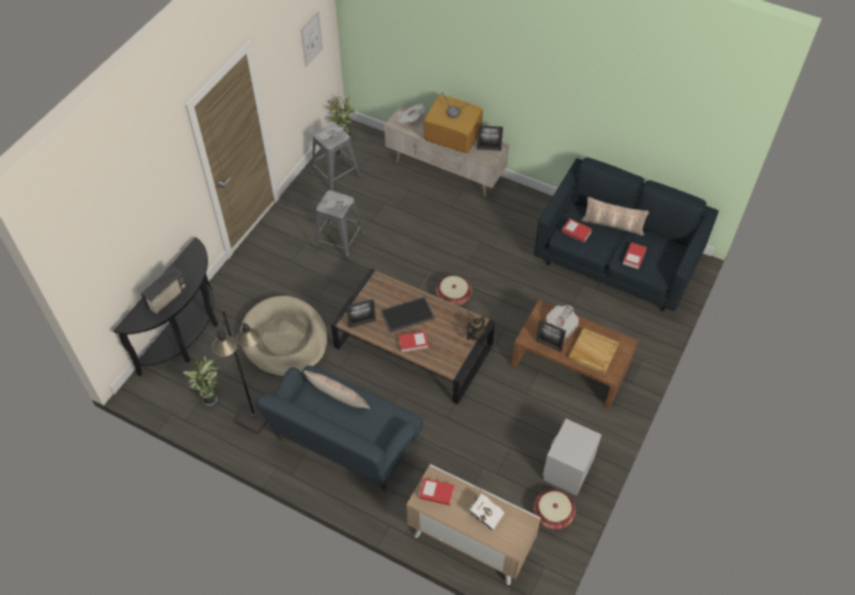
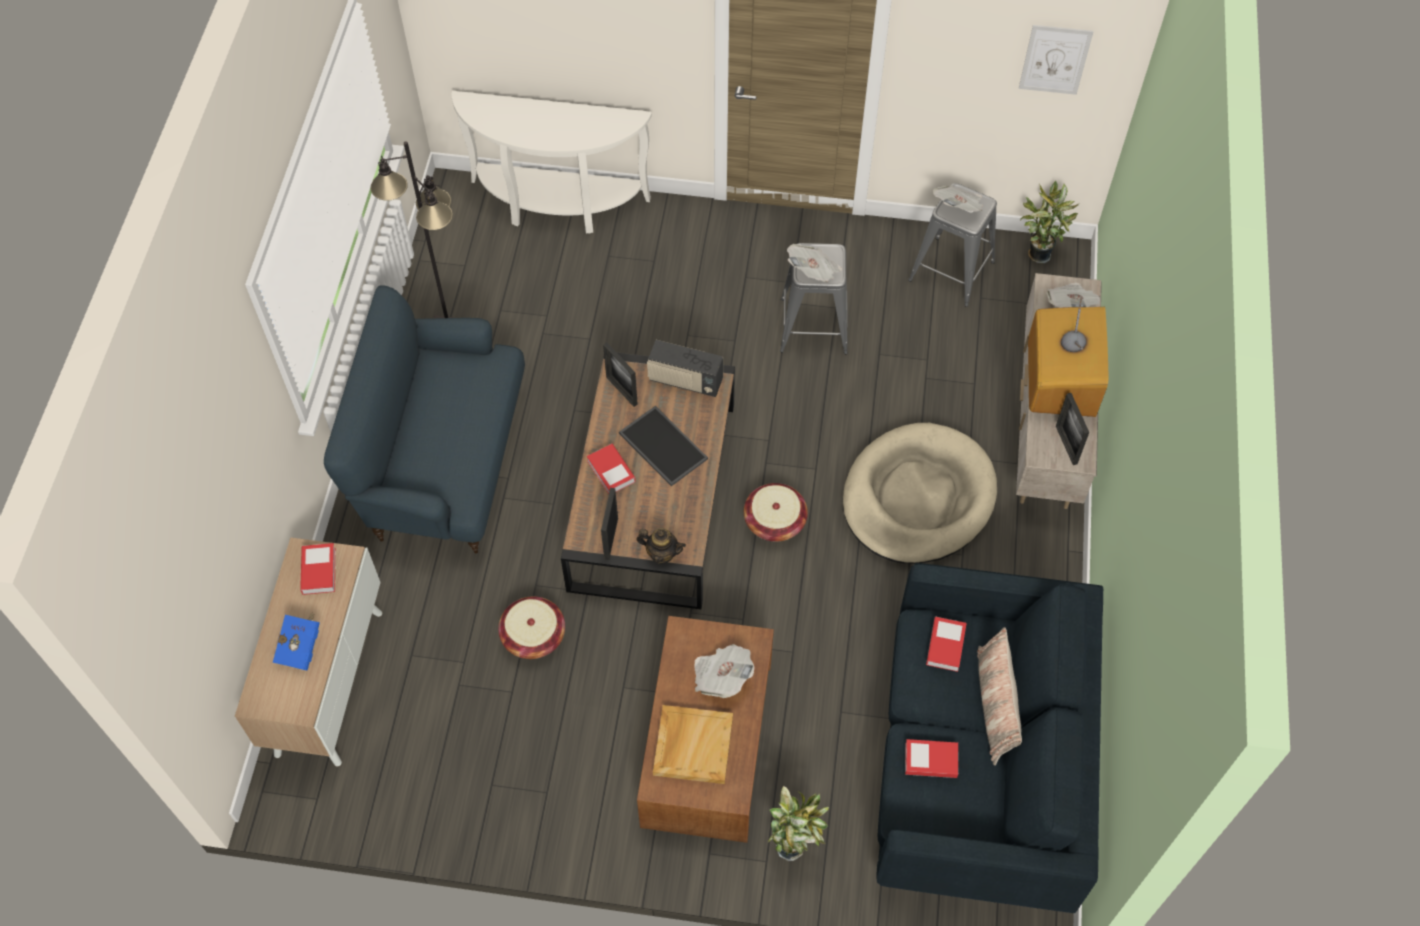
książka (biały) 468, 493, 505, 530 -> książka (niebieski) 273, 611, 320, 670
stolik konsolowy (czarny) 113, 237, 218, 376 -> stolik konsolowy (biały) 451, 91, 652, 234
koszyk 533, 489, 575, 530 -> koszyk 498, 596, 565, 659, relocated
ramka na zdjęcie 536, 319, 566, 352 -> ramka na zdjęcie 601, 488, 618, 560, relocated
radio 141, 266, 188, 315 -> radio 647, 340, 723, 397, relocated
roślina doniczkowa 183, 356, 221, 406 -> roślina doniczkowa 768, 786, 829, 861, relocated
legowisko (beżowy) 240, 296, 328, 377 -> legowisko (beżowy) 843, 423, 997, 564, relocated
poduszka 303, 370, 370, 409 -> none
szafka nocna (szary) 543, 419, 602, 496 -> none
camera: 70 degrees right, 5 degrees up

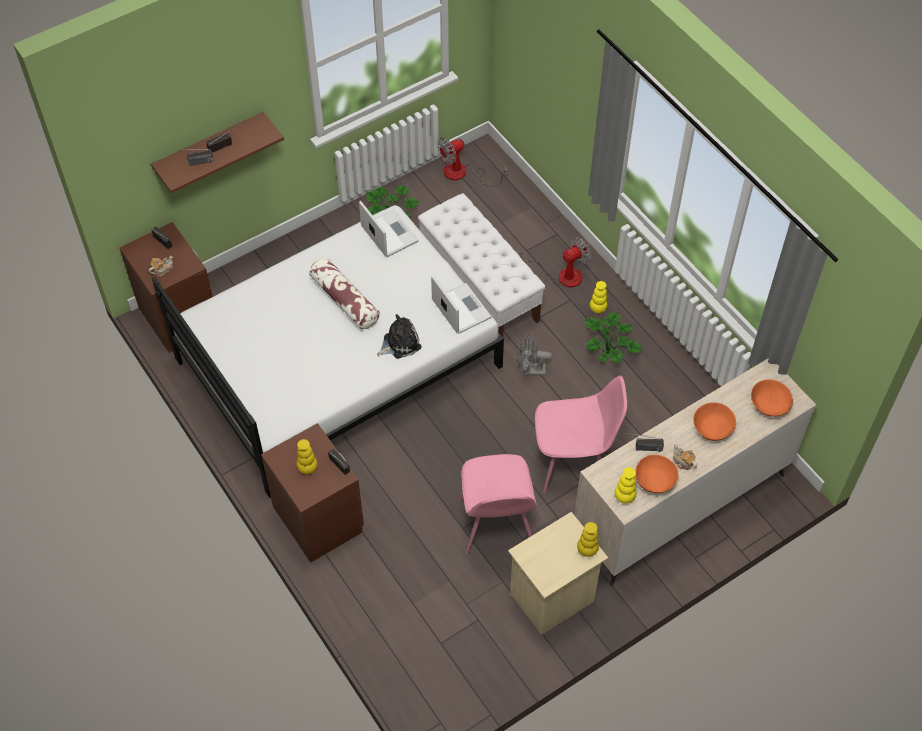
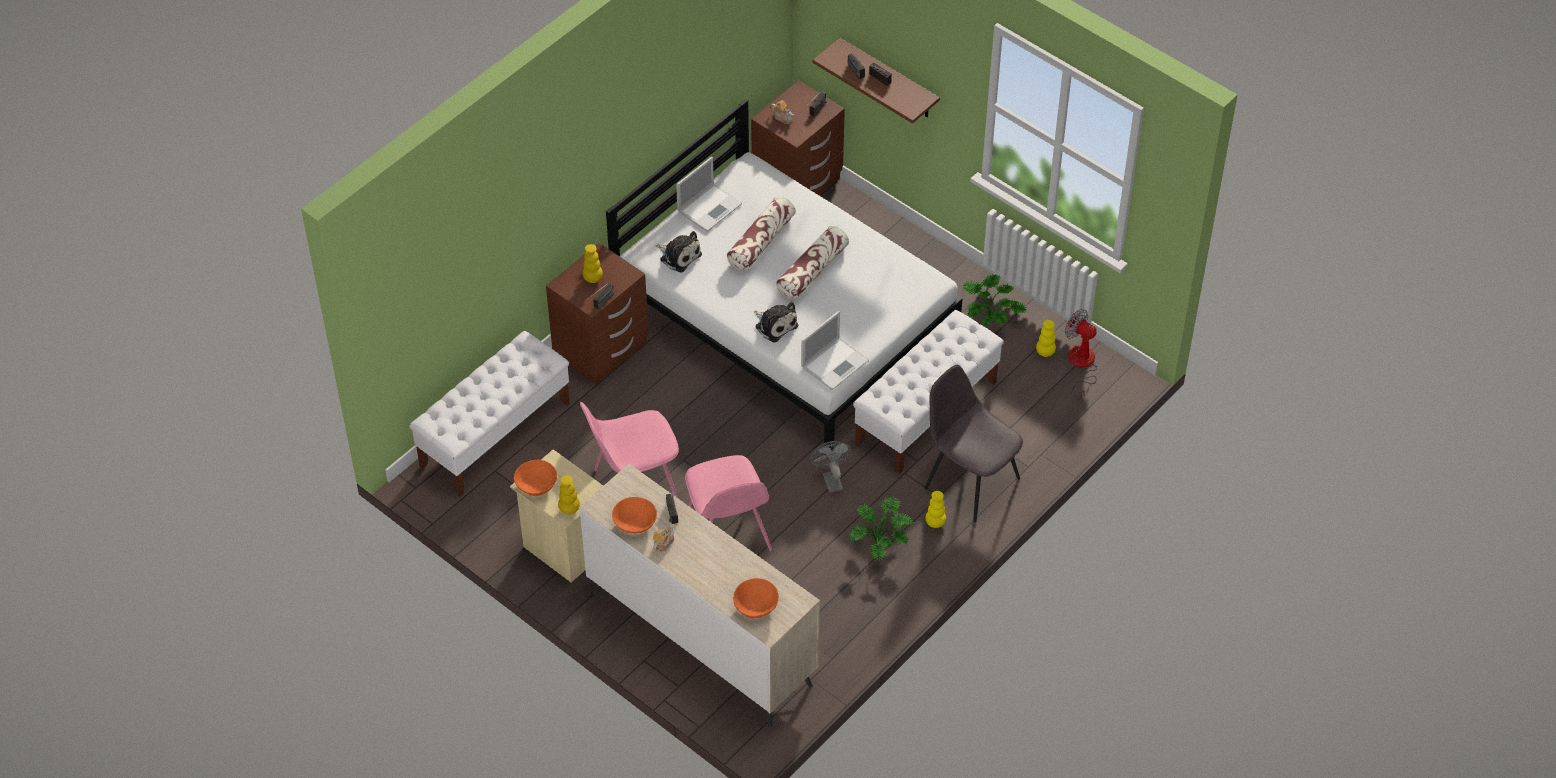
none -> ławka (biały) 409, 331, 570, 497
miska (pomarańczowy) 693, 402, 736, 441 -> miska (pomarańczowy) 514, 460, 557, 496, relocated
none -> pluszak 656, 231, 702, 273
laptop 359, 201, 419, 257 -> laptop 676, 157, 742, 232, relocated
none -> poduszka 727, 196, 796, 271
wentylator 516, 236, 592, 287 -> krzesło (szary) 925, 365, 1023, 522
wazon (żółty) 614, 467, 636, 503 -> wazon (żółty) 1036, 320, 1056, 357, relocated
camera: 75 degrees right, 5 degrees down

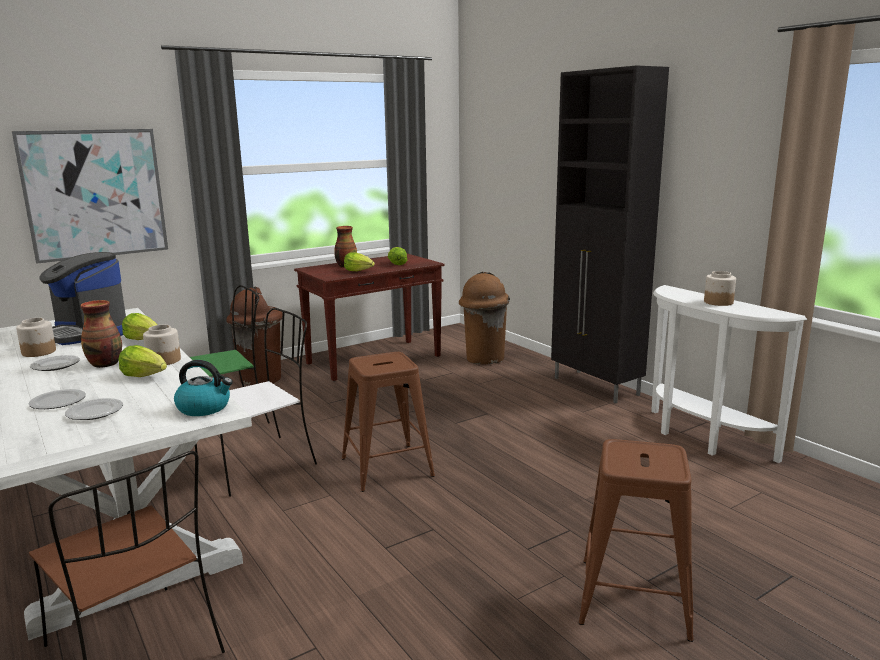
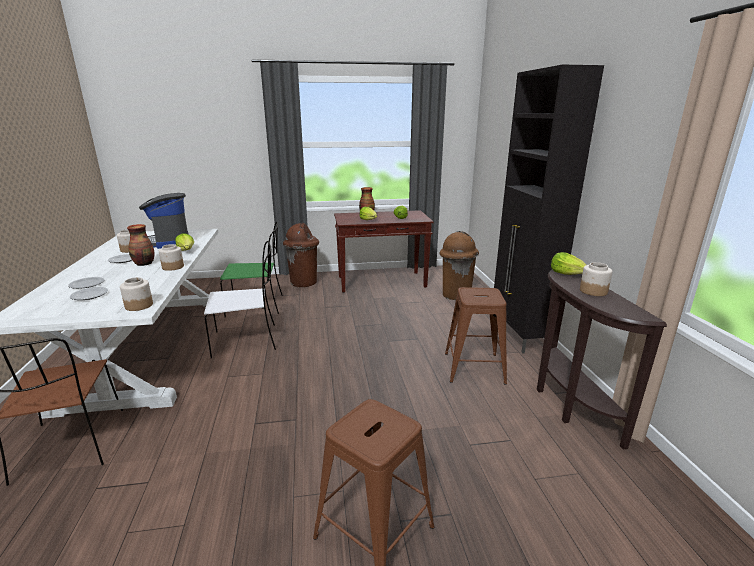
czajnik 174, 360, 233, 416 -> słoik 120, 277, 153, 311
stołek (brązowy) 342, 352, 435, 492 -> stołek (brązowy) 445, 287, 507, 385, relocated
stolik konsolowy (biały) 651, 285, 807, 463 -> stolik konsolowy (brązowy) 537, 270, 667, 450
sałata 119, 345, 167, 377 -> sałata 551, 252, 586, 275, relocated
obraz 12, 129, 168, 263 -> none
camera: 25 degrees right, 5 degrees up

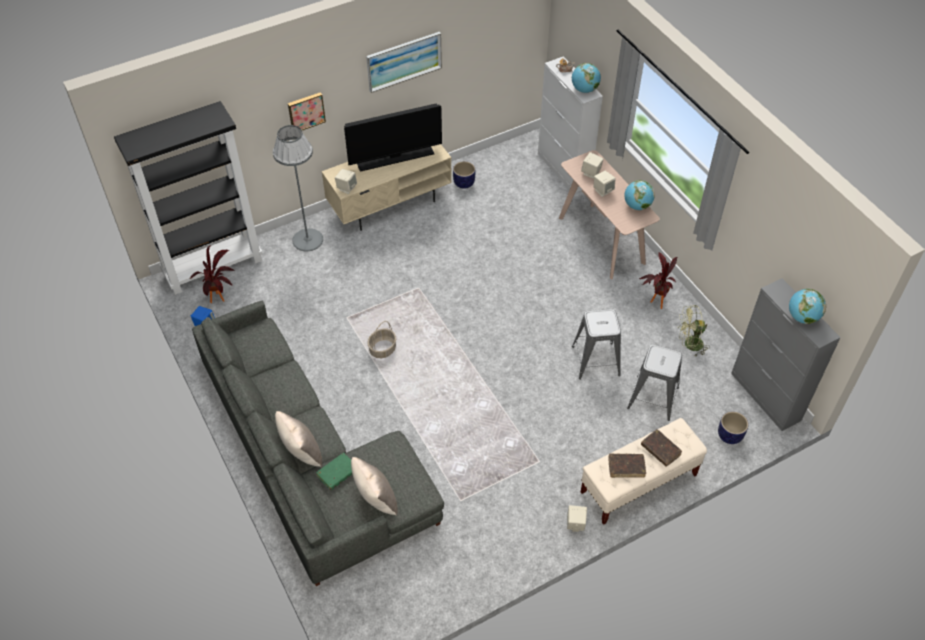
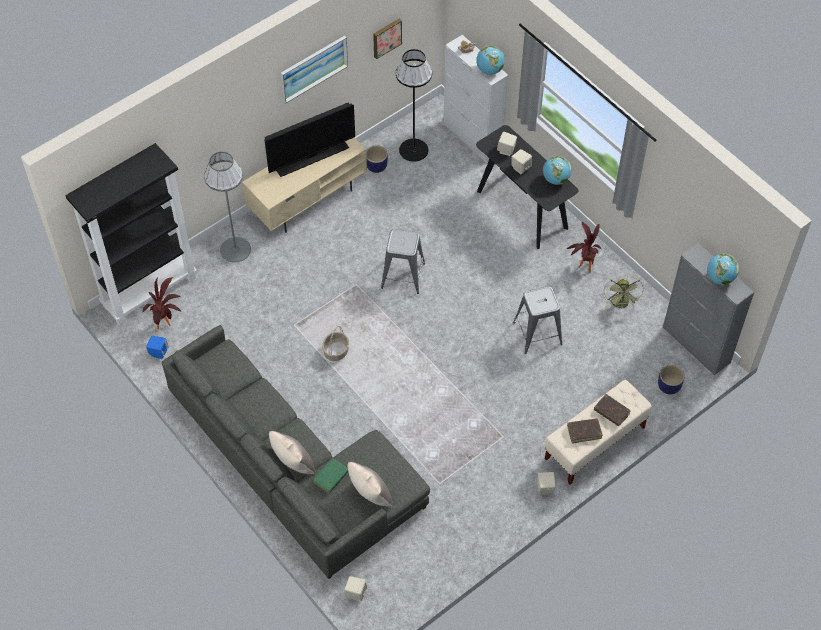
głośnik (beżowy) 335, 169, 357, 194 -> głośnik (beżowy) 344, 576, 367, 601, relocated
obraz 288, 92, 326, 131 -> obraz 373, 19, 402, 59, relocated
stołek (szary) 627, 345, 682, 421 -> stołek (szary) 381, 229, 425, 294, relocated
none -> lampa stojąca (czarny) 396, 49, 432, 162
stolik konsolowy (beżowy) 559, 150, 660, 279 -> stolik konsolowy (czarny) 476, 125, 578, 249
wentylator (zielony) 678, 305, 710, 356 -> wentylator (zielony) 604, 276, 644, 309, 75 degrees counterclockwise
camera: 10 degrees left, 5 degrees up

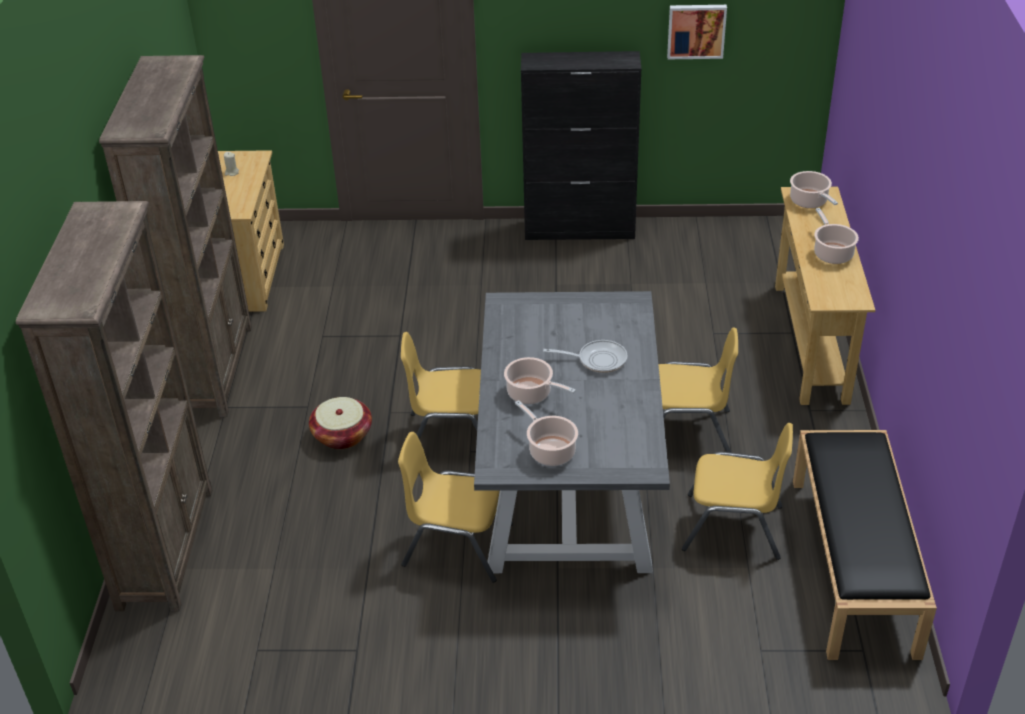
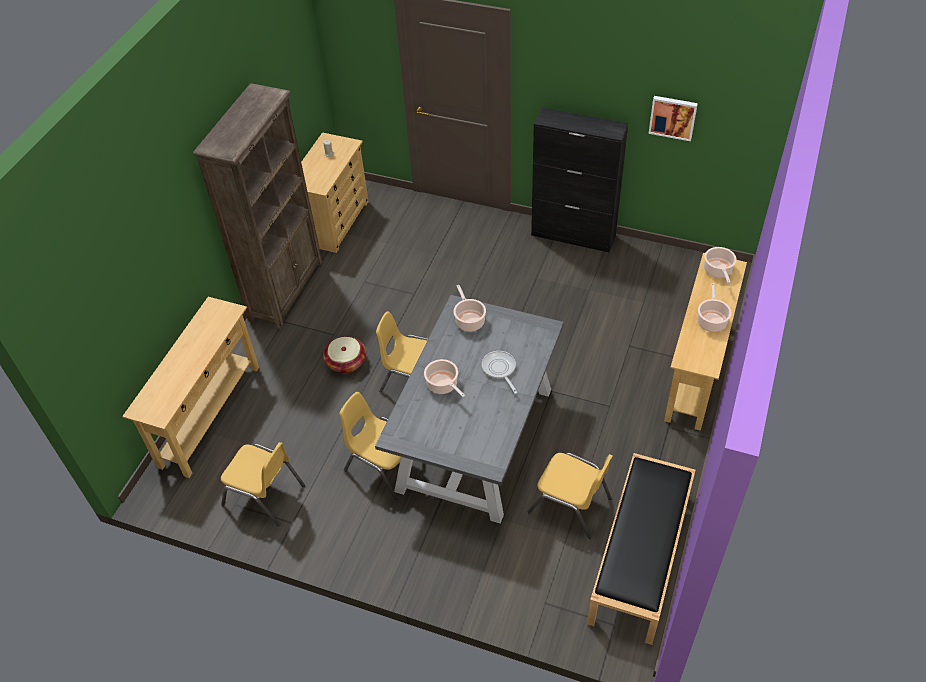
regał (brązowy) 16, 201, 212, 611 -> stolik konsolowy (beżowy) 122, 297, 259, 478
krzesło (żółty) 658, 328, 738, 453 -> krzesło (żółty) 221, 442, 305, 526, relocated
garnek 515, 400, 578, 466 -> garnek 454, 285, 486, 332, relocated
patelnia 543, 340, 628, 373 -> patelnia 482, 351, 517, 394, 135 degrees counterclockwise
camera: 20 degrees right, 10 degrees up

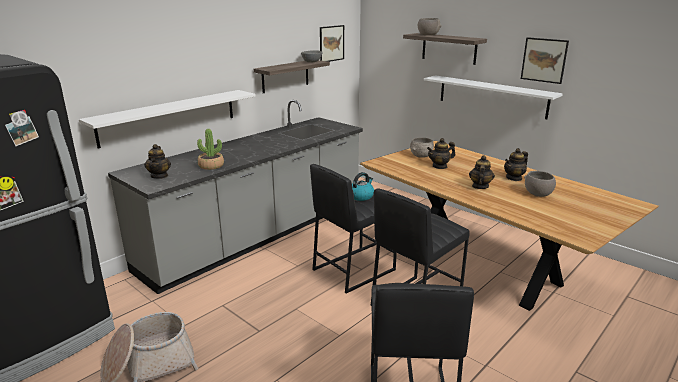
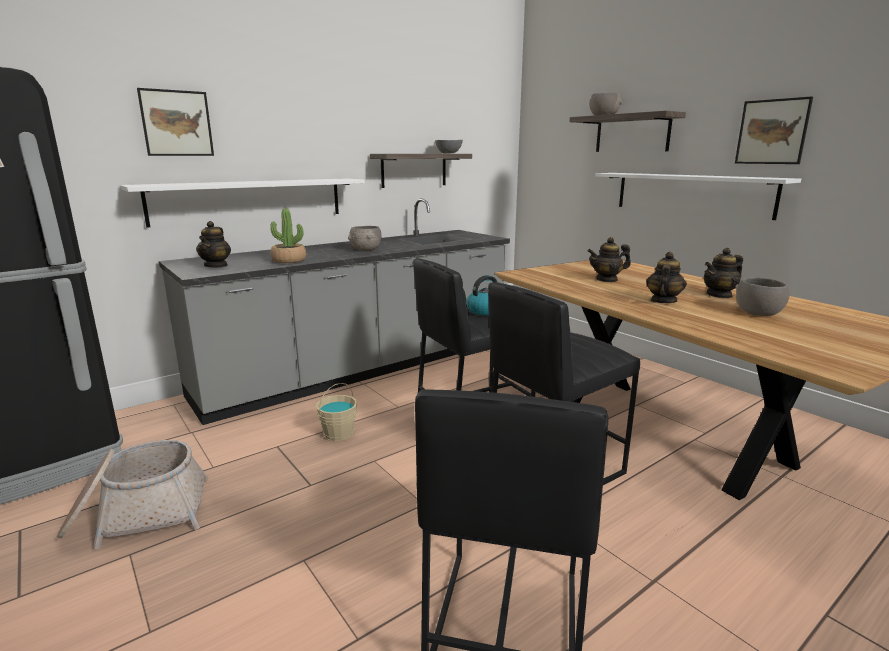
obraz 320, 25, 344, 62 -> obraz 137, 88, 214, 156, relocated
none -> wiadro (beżowy) 316, 383, 358, 441
miska (szary) 410, 137, 434, 158 -> miska (szary) 348, 226, 382, 251, relocated
camera: 10 degrees right, 5 degrees down

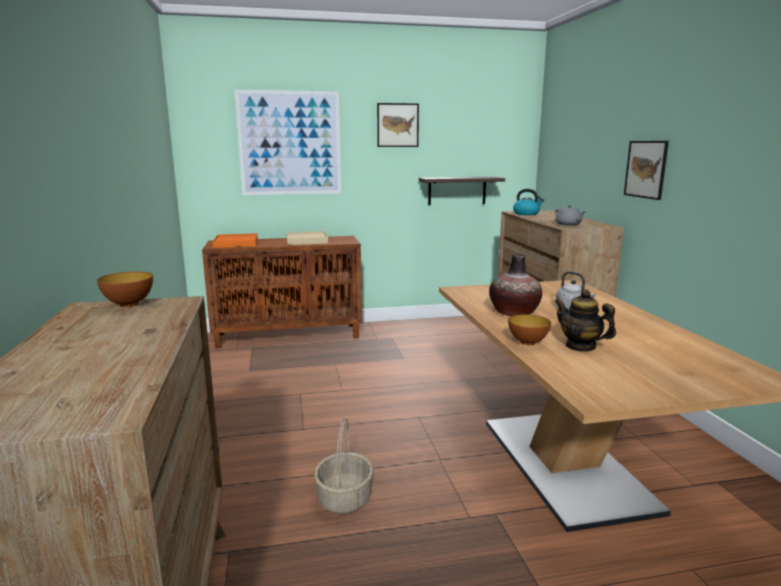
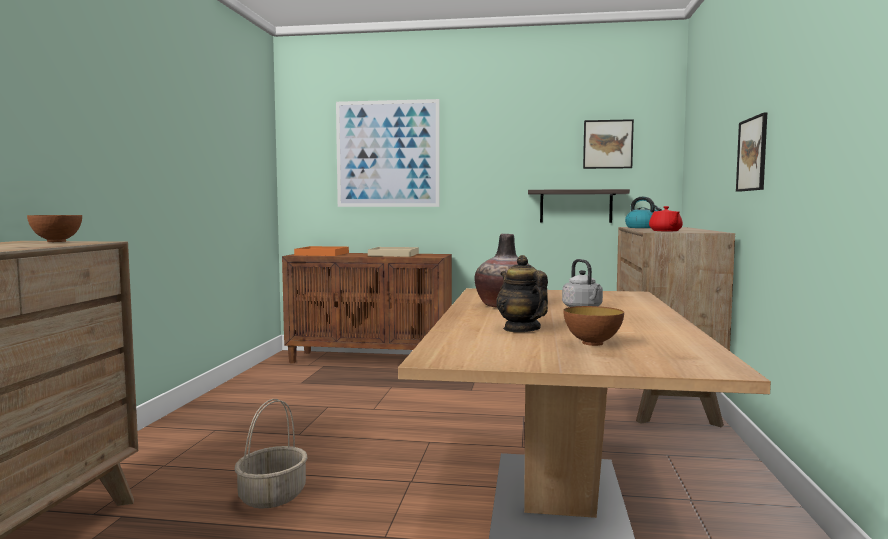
miska 508, 314, 551, 345 -> miska 563, 306, 624, 346, relocated
obraz 377, 103, 419, 147 -> obraz 583, 119, 634, 169, relocated
imbryk (szary) 555, 205, 585, 226 -> imbryk (czerwony) 649, 206, 683, 231
camera: 20 degrees right, 10 degrees down

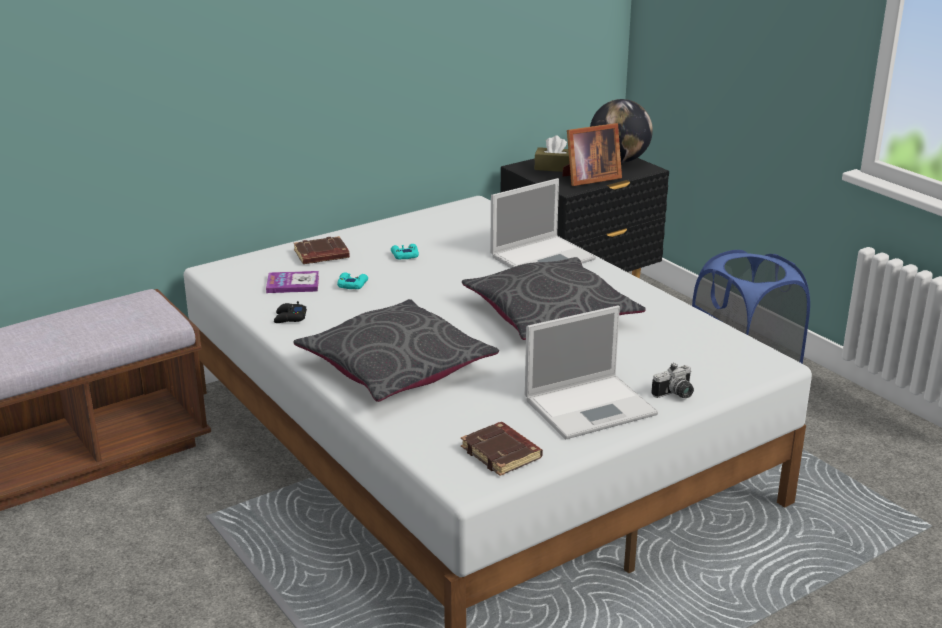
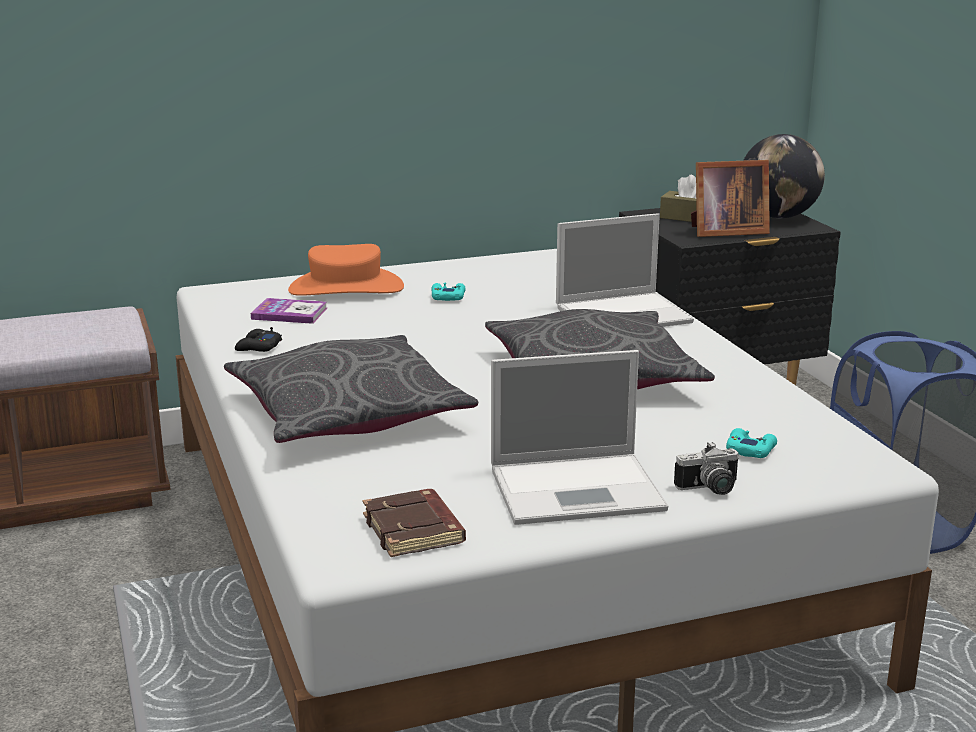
książka (brązowy) 294, 236, 350, 264 -> kapelusz (pomarańczowy) 288, 244, 404, 296
pad do gier (turkusowy) 337, 272, 368, 289 -> pad do gier (turkusowy) 726, 428, 777, 458, relocated
camera: 15 degrees right, 5 degrees down

